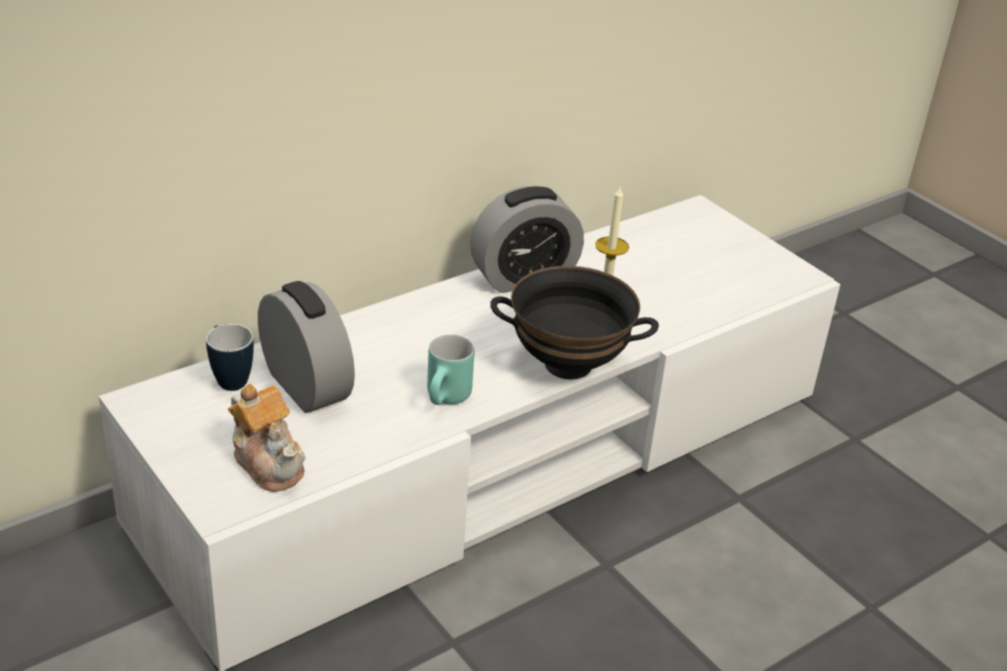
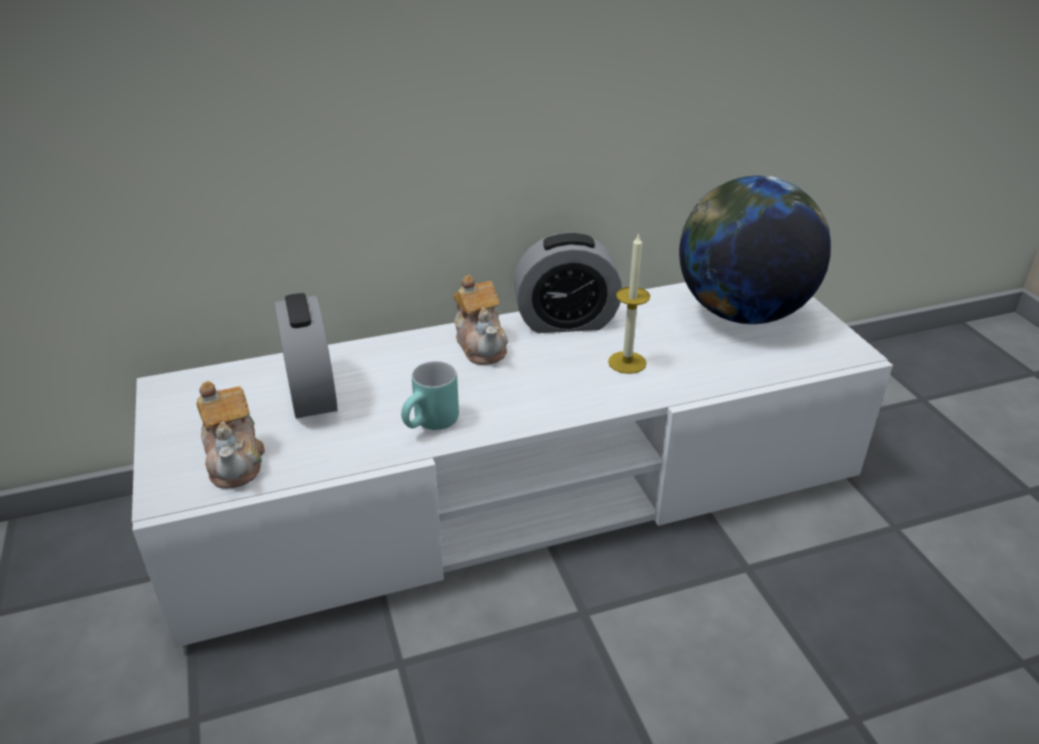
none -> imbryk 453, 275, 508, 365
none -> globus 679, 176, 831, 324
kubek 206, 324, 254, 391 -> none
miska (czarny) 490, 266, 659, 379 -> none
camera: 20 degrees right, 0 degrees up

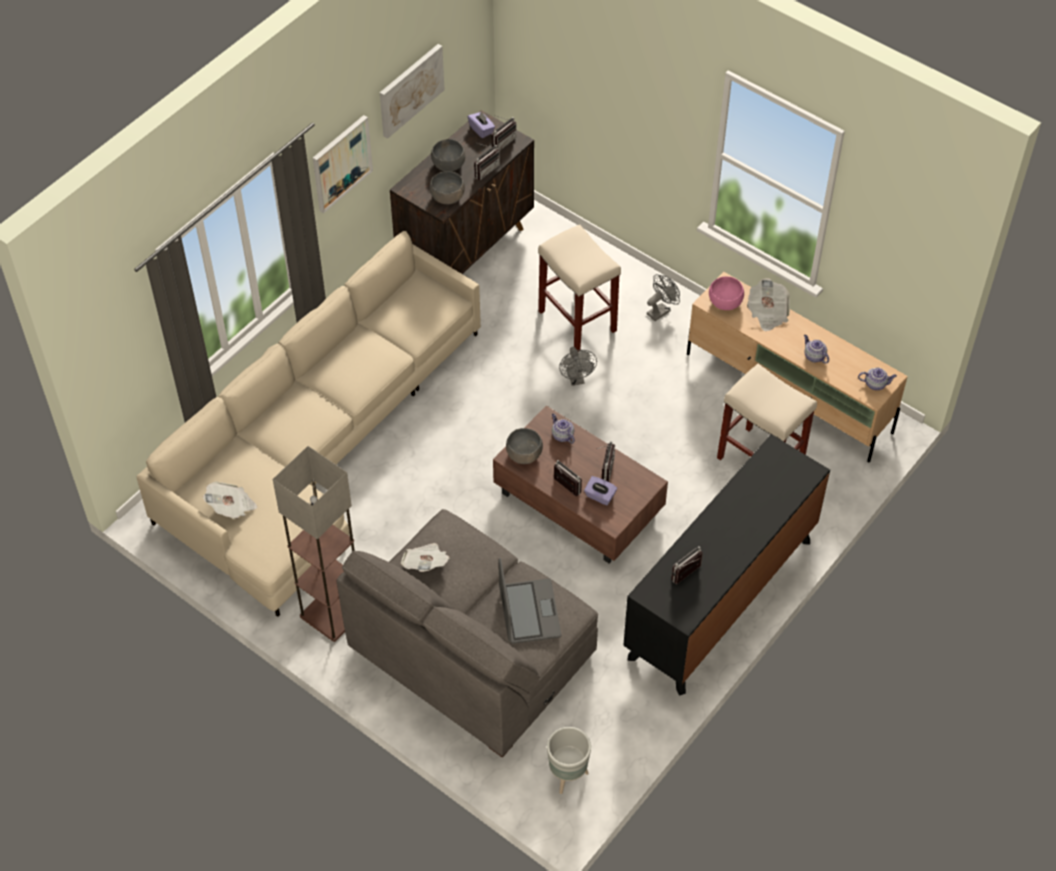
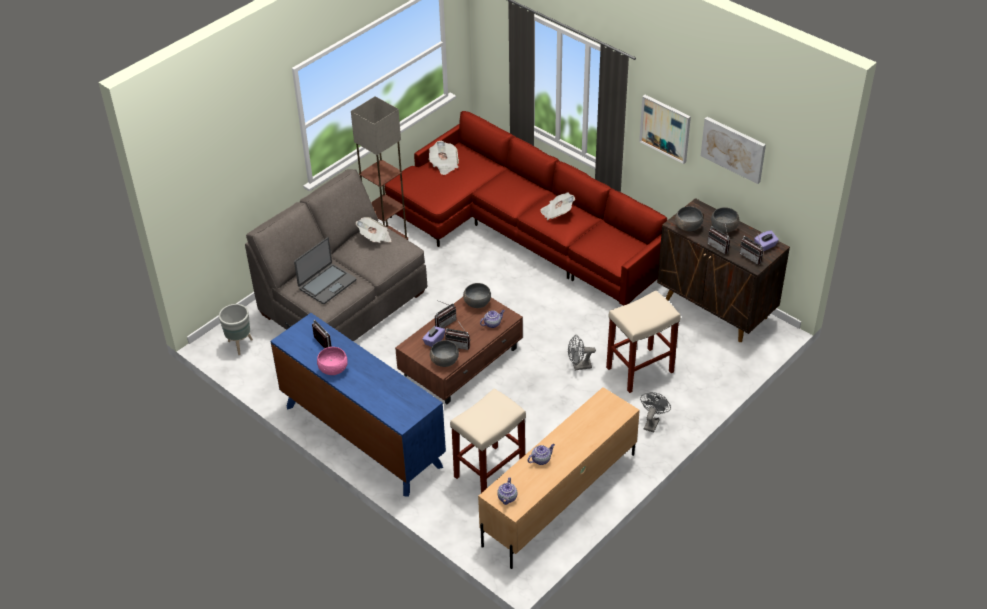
komoda (czarny) 623, 434, 830, 696 -> komoda (niebieski) 271, 313, 446, 497
laptop 499, 558, 561, 644 -> laptop 294, 237, 356, 304, 45 degrees counterclockwise
miska (różowy) 709, 277, 744, 310 -> miska (różowy) 317, 347, 348, 375, relocated
kanapa (beżowy) 136, 231, 481, 617 -> kanapa (czerwony) 385, 111, 667, 306
none -> miska (szary) 430, 340, 459, 367
gazeta 747, 278, 790, 331 -> gazeta 540, 193, 575, 220, relocated
wentylator (szary) 647, 274, 680, 321 -> wentylator (szary) 640, 392, 671, 433, 120 degrees counterclockwise
camera: 95 degrees right, 10 degrees down

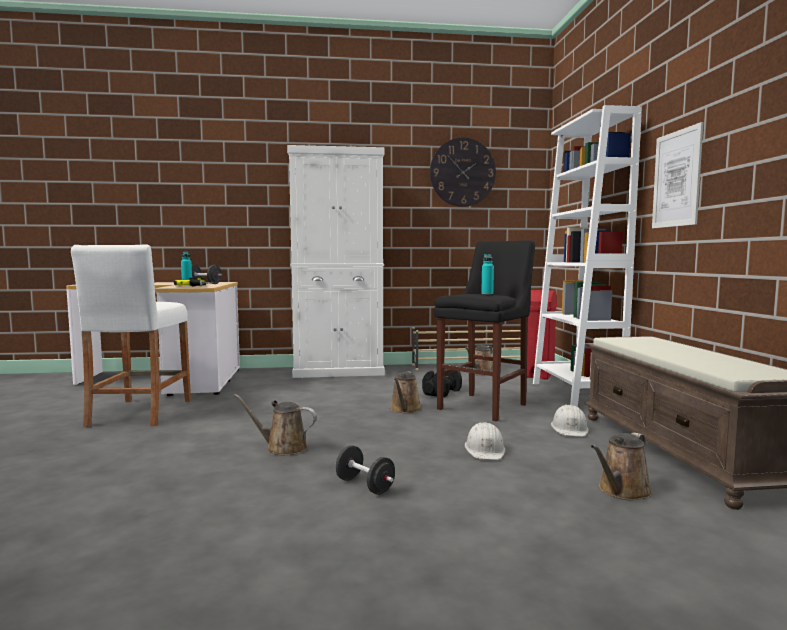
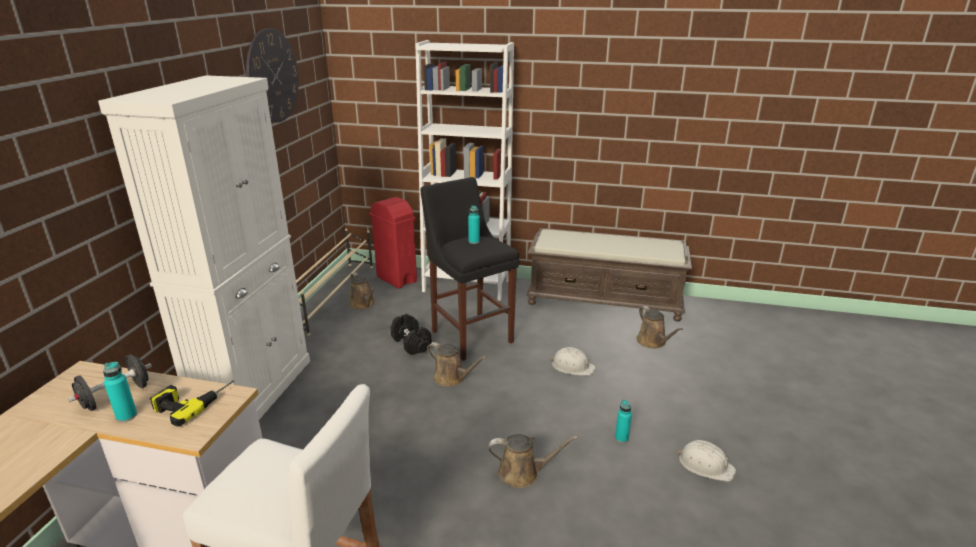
konewka (brązowy) 234, 394, 317, 455 -> konewka (brązowy) 488, 434, 578, 488, 120 degrees counterclockwise
hantel (czarny) 335, 445, 395, 495 -> butelka (turkusowy) 615, 400, 632, 443
kask (biały) 551, 405, 589, 437 -> kask (biały) 677, 440, 736, 482, relocated
obraz 652, 122, 704, 228 -> none
camera: 70 degrees left, 20 degrees up

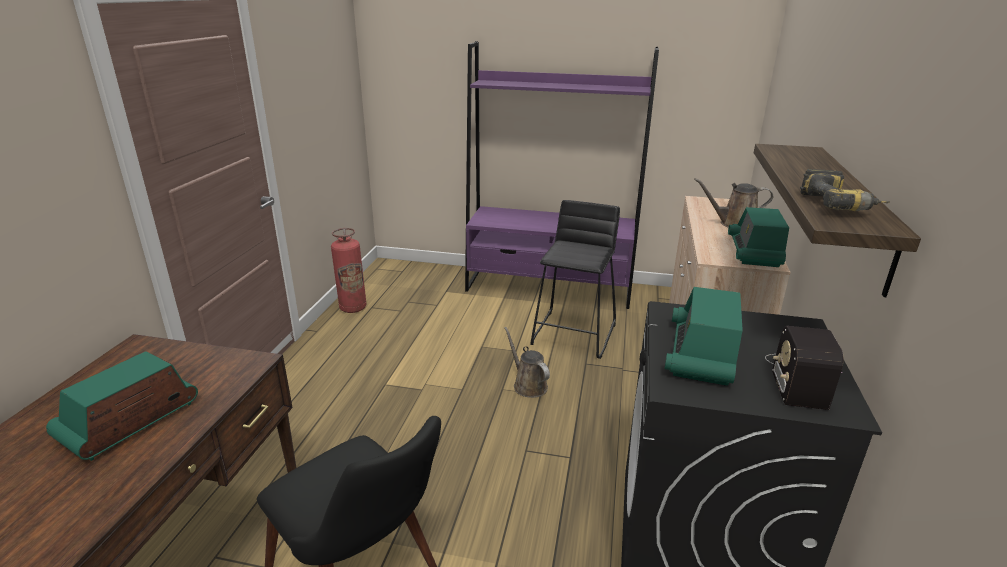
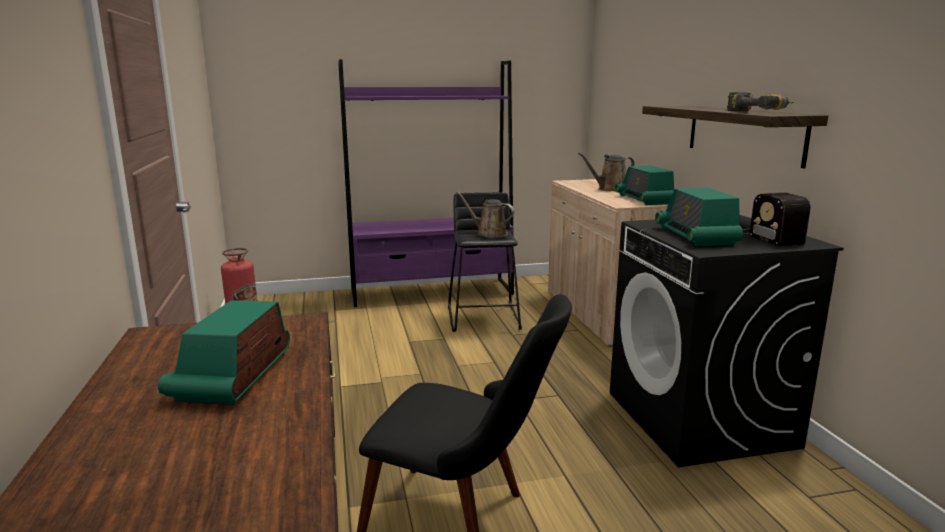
konewka (brązowy) 504, 327, 550, 398 -> konewka (brązowy) 456, 191, 515, 238, relocated
camera: 25 degrees left, 10 degrees down

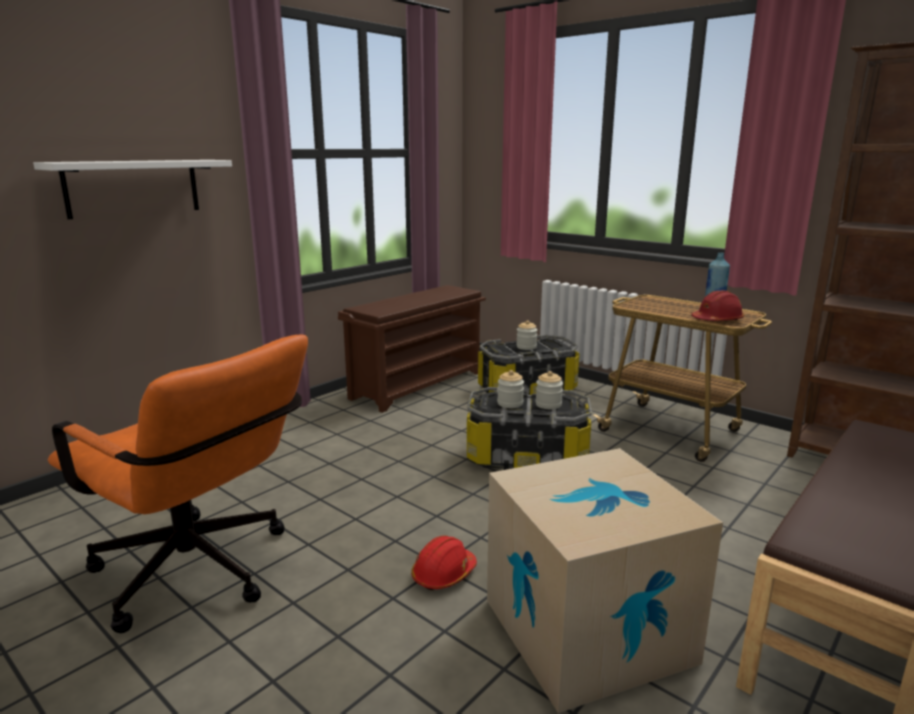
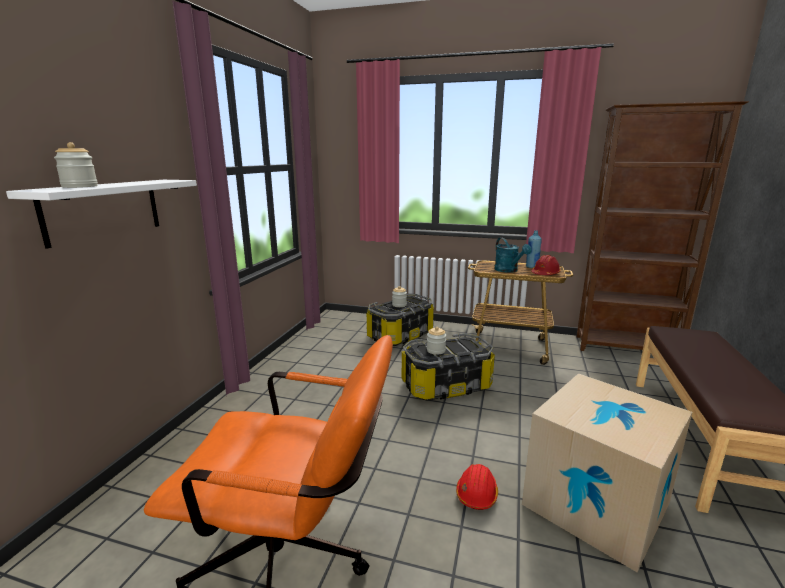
słoik 536, 371, 563, 409 -> słoik 54, 142, 98, 188, relocated
none -> konewka (turkusowy) 494, 238, 532, 273
regał na buty (brązowy) 338, 285, 486, 413 -> none
camera: 25 degrees left, 0 degrees up

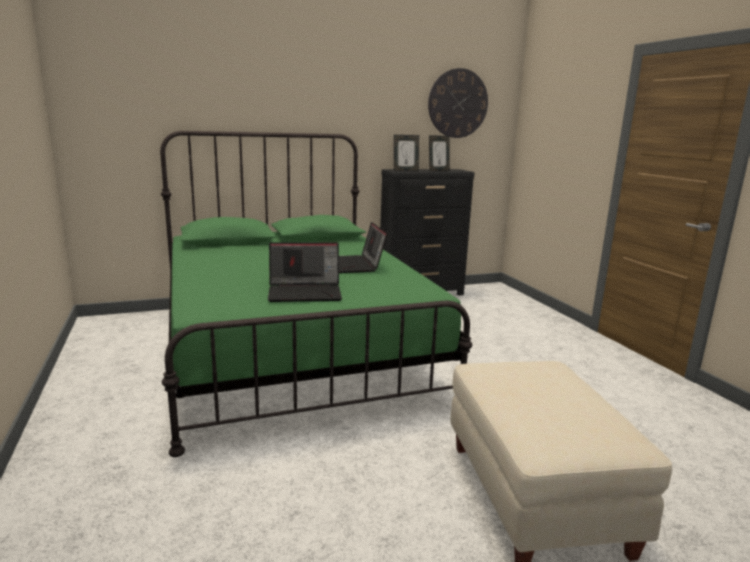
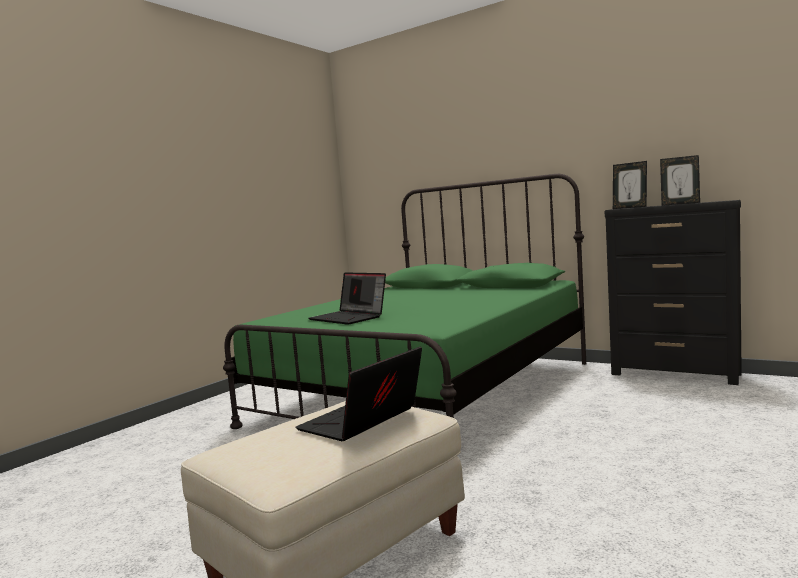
laptop 339, 222, 387, 273 -> laptop 295, 346, 422, 441, relocated
zegar ścienny 428, 68, 488, 138 -> none
camera: 55 degrees right, 10 degrees down

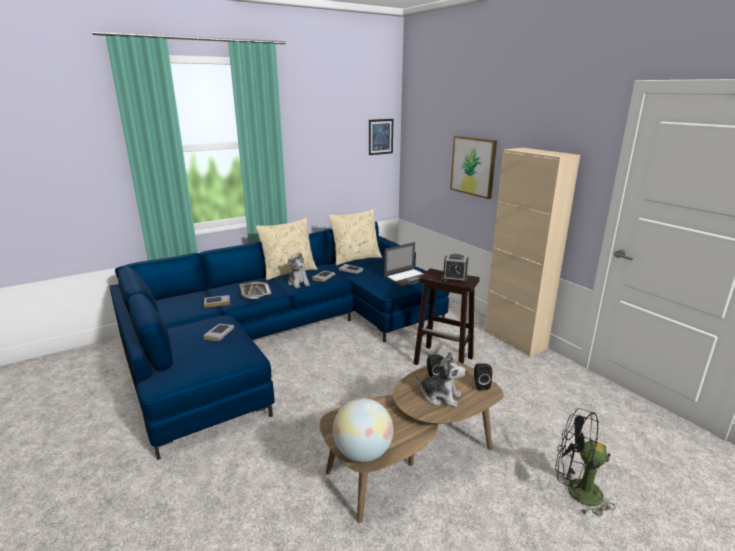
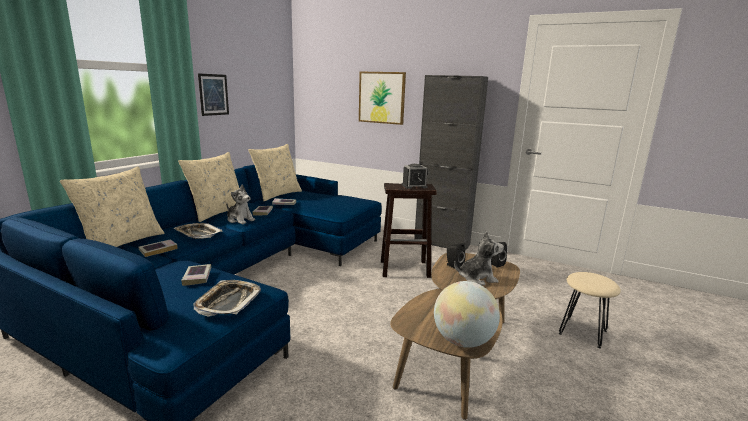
none -> poduszka (beżowy) 60, 166, 165, 247
none -> taca 193, 280, 261, 317
obraz 369, 119, 394, 155 -> obraz 198, 73, 229, 116, relocated
szafka (beżowy) 484, 148, 580, 357 -> szafka (czarny) 414, 75, 488, 251
wentylator (czarny) 555, 408, 616, 517 -> stołek (beżowy) 559, 272, 621, 348
laptop 384, 242, 424, 287 -> none
camera: 30 degrees left, 5 degrees down

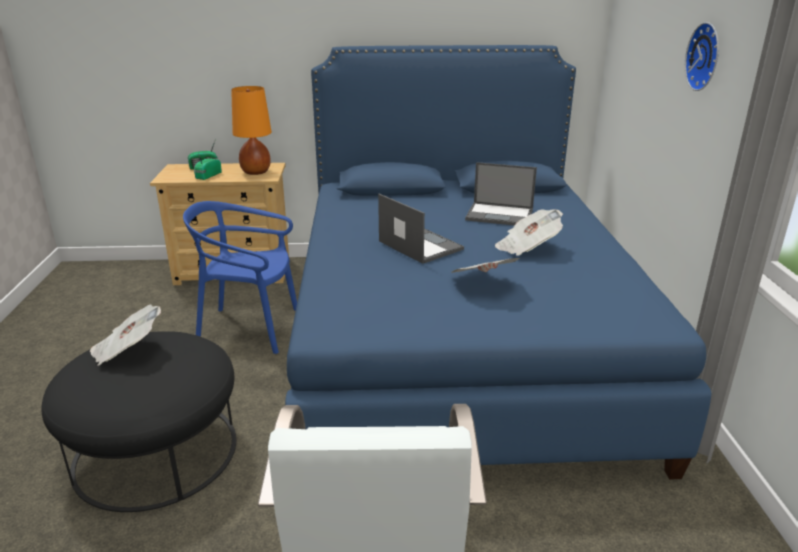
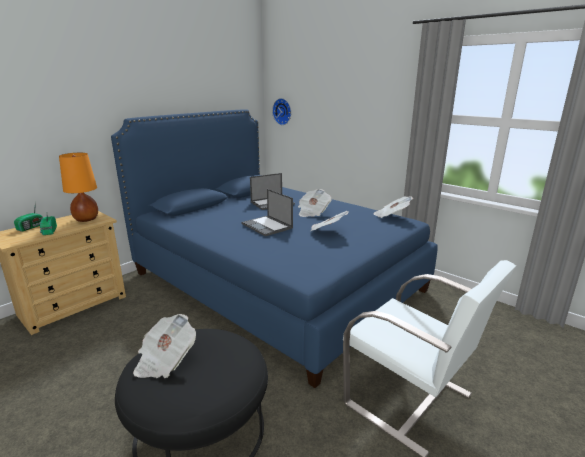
laptop 378, 194, 464, 264 -> laptop 242, 189, 293, 236, 135 degrees counterclockwise
zegar ścienny 685, 22, 719, 91 -> zegar ścienny 272, 98, 291, 125, relocated
none -> gazeta 373, 196, 413, 218
krzesło (niebieski) 183, 201, 297, 354 -> none
camera: 45 degrees left, 5 degrees down

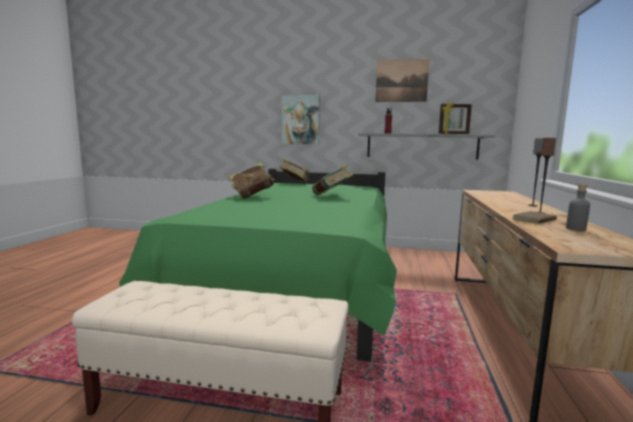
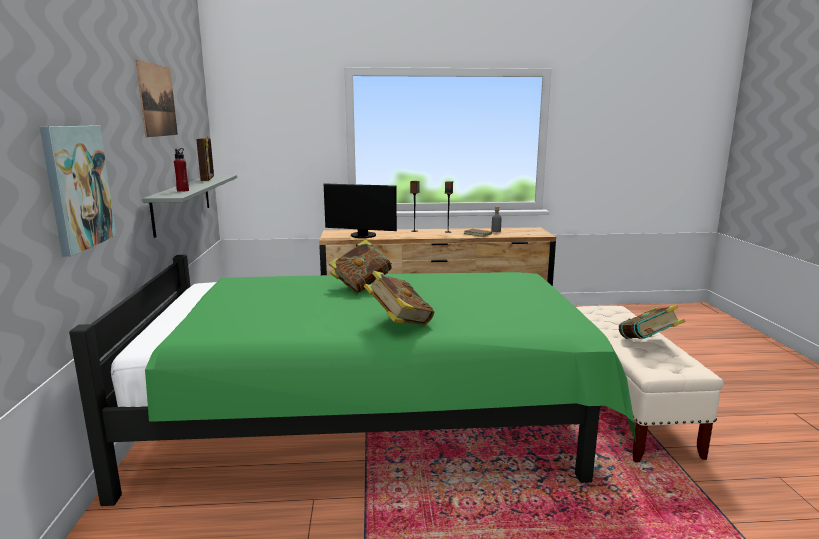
none -> monitor 324, 183, 397, 238
książka 279, 159, 309, 183 -> książka 619, 305, 685, 339, relocated
camera: 105 degrees left, 5 degrees up

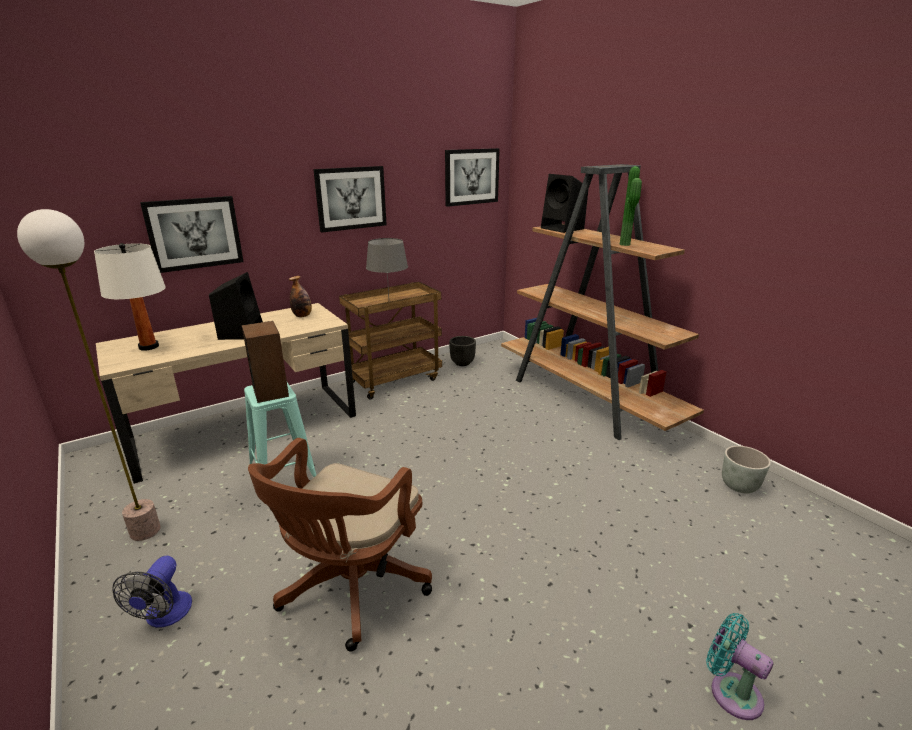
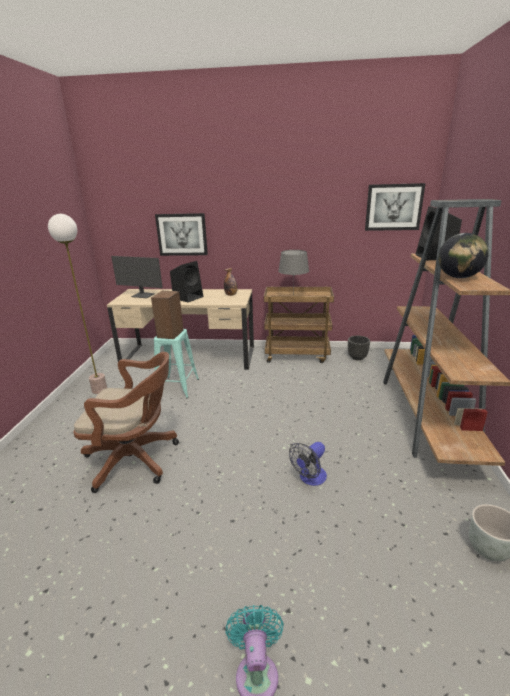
krzesło biurowe (brązowy) 248, 438, 432, 652 -> krzesło biurowe (brązowy) 73, 352, 179, 493, 150 degrees counterclockwise
lampa stołowa (biały) 94, 243, 166, 351 -> monitor 111, 256, 163, 298
wentylator 112, 556, 192, 628 -> wentylator 289, 442, 327, 486, relocated
roślina doniczkowa 620, 166, 642, 246 -> globus 438, 233, 489, 278
obraz 313, 166, 387, 233 -> none
camera: 40 degrees right, 0 degrees up

